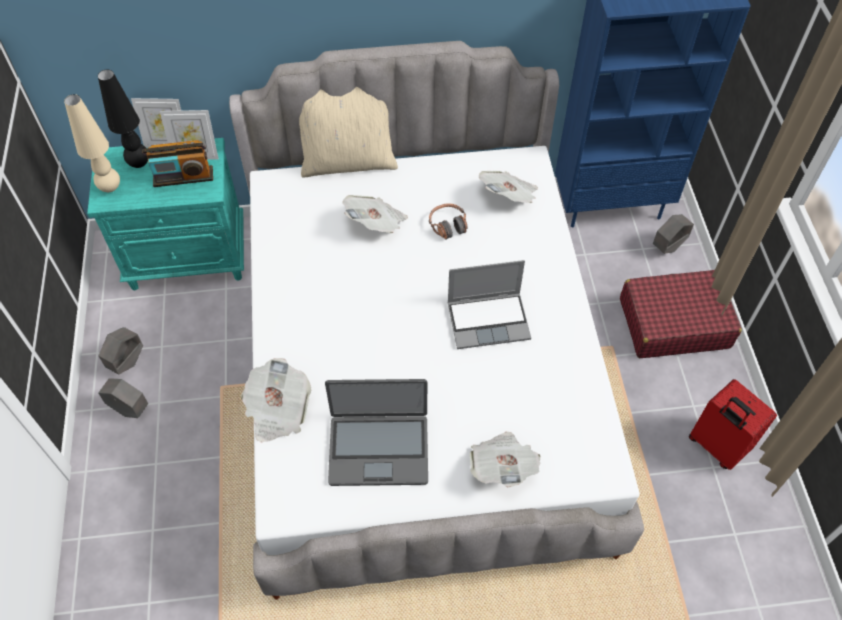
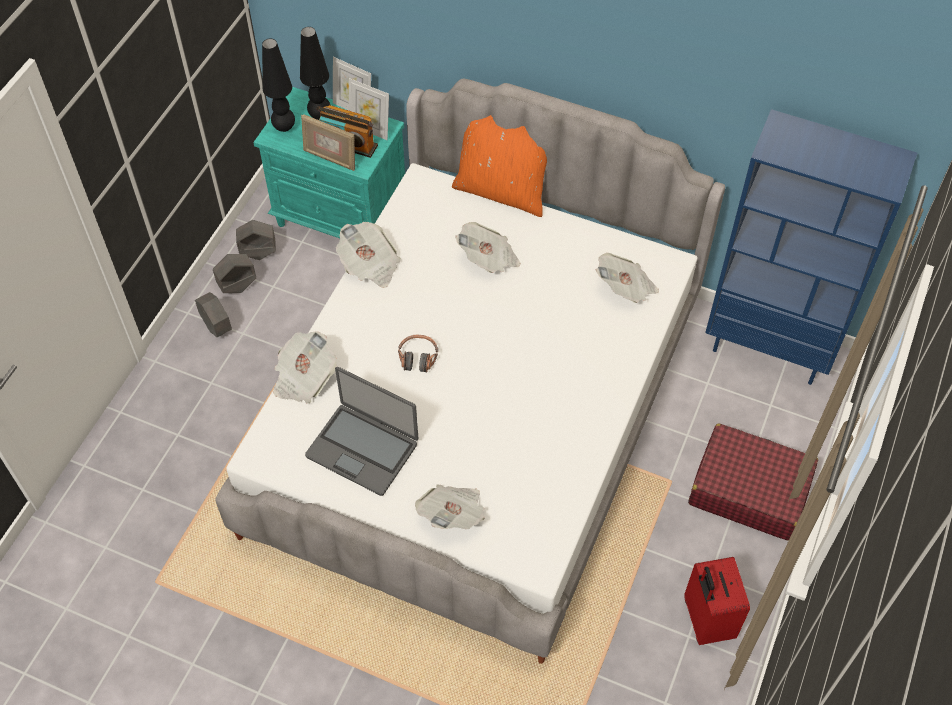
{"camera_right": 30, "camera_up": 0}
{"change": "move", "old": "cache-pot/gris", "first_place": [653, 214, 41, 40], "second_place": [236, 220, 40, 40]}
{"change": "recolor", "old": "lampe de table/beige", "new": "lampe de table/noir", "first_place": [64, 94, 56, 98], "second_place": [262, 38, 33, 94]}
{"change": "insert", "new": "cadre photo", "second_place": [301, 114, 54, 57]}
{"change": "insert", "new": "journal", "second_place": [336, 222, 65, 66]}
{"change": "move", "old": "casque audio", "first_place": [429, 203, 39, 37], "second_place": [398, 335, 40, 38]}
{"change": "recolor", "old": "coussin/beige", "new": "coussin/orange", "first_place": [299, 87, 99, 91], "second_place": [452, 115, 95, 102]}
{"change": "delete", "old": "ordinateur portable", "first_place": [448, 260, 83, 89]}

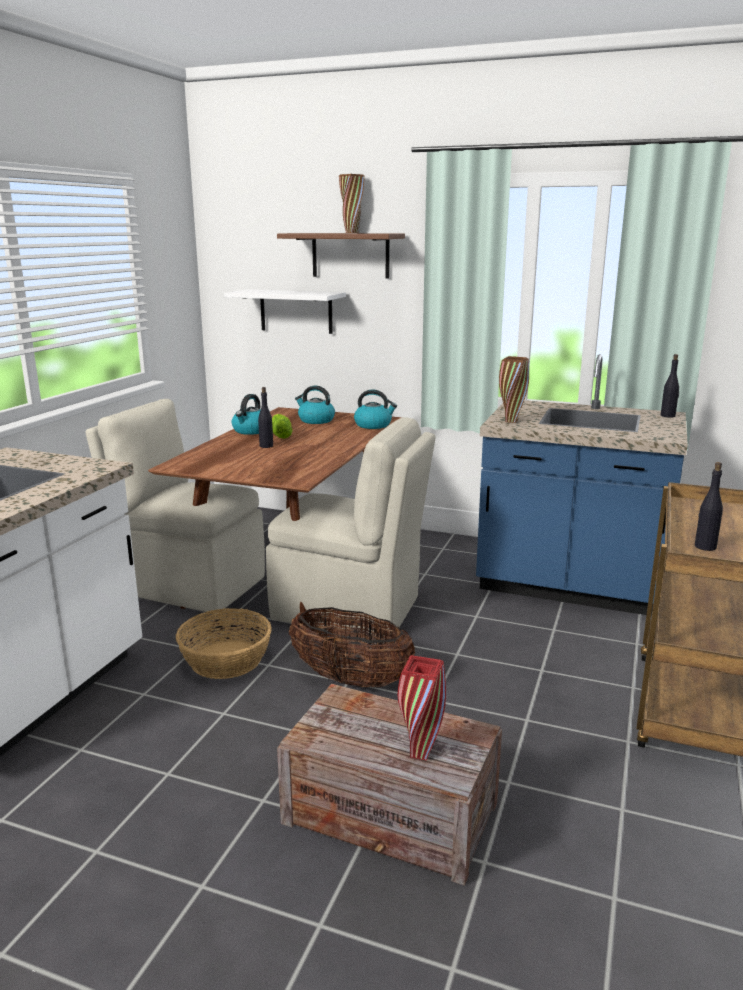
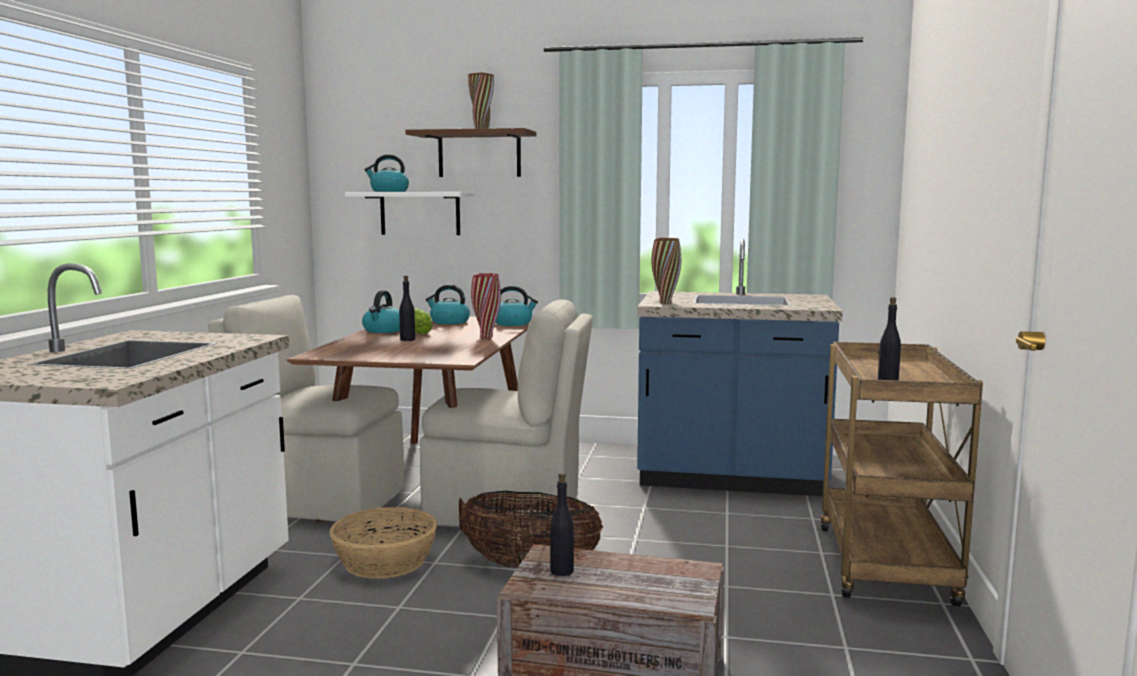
{"camera_right": -10, "camera_up": -10}
{"change": "insert", "new": "bouilloire", "second_place": [365, 155, 44, 37]}
{"change": "move", "old": "vase/rouge", "first_place": [398, 655, 48, 106], "second_place": [471, 273, 30, 65]}
{"change": "move", "old": "bouteille/noir", "first_place": [661, 354, 18, 64], "second_place": [550, 473, 25, 103]}

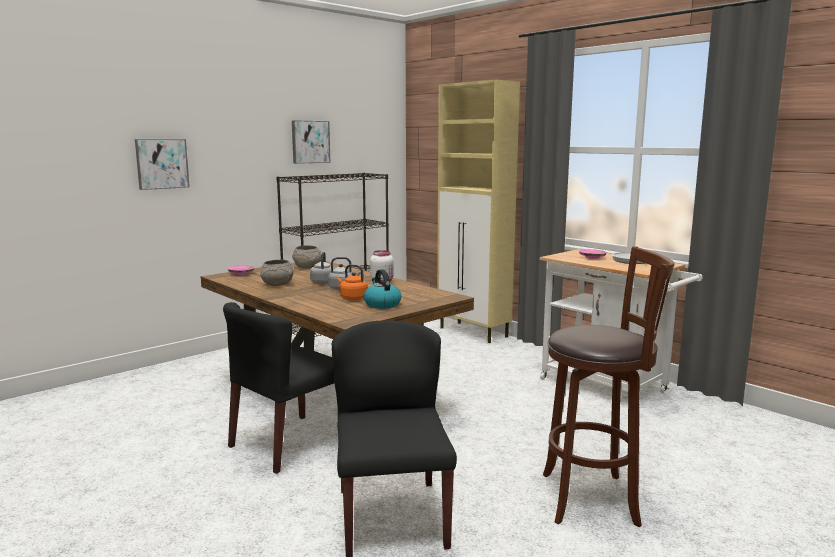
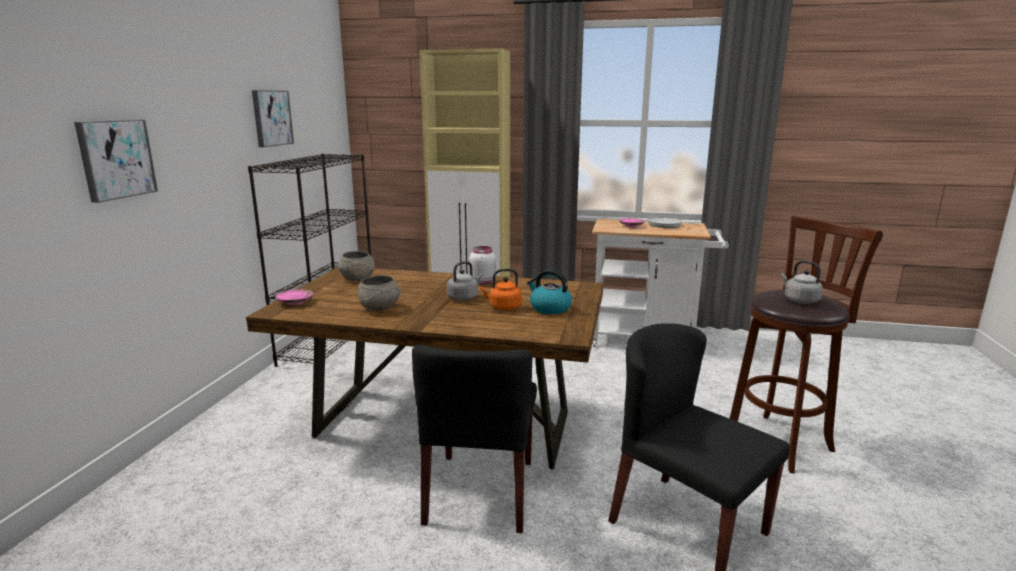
{"camera_right": -35, "camera_up": 5}
{"change": "move", "old": "bouilloire/gris", "first_place": [310, 252, 24, 32], "second_place": [781, 260, 42, 44]}

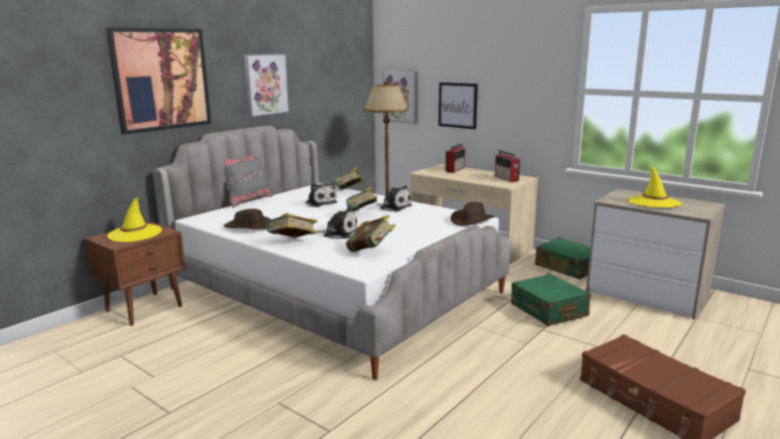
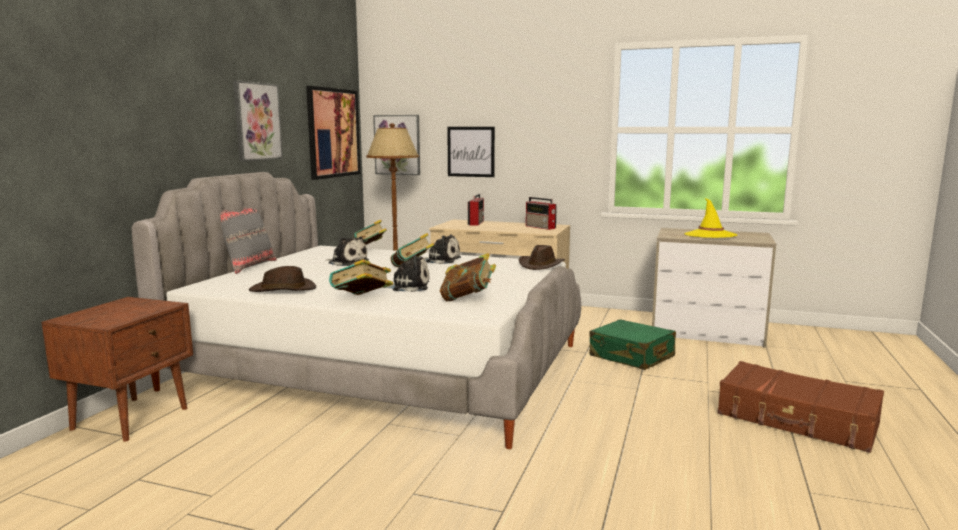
{"camera_right": -20, "camera_up": -5}
{"change": "move", "old": "tableau", "first_place": [106, 27, 105, 108], "second_place": [306, 86, 54, 94]}
{"change": "delete", "old": "chapeau/jaune", "first_place": [107, 197, 55, 45]}
{"change": "delete", "old": "valise/vert", "first_place": [535, 237, 55, 42]}

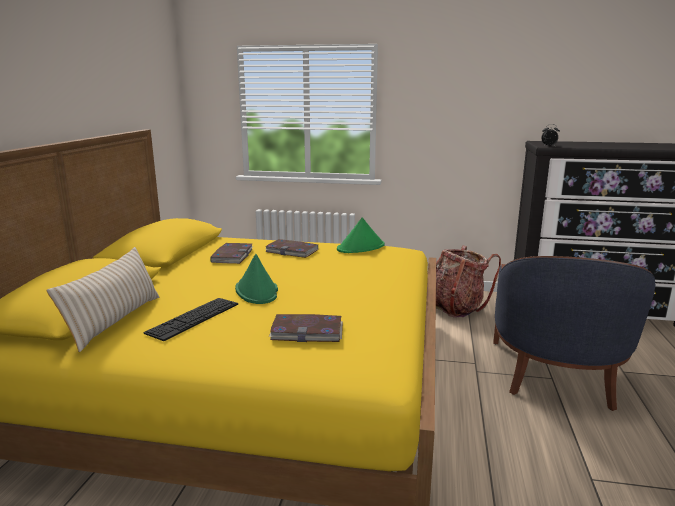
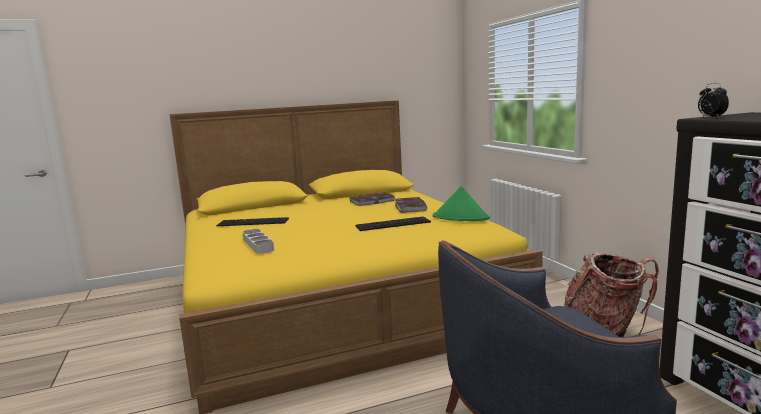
{"camera_right": 60, "camera_up": -5}
{"change": "replace", "old": "livre", "new": "plateau/gris", "first_place": [269, 314, 74, 28], "second_place": [243, 229, 31, 25]}
{"change": "insert", "new": "clavier", "second_place": [355, 216, 76, 15]}
{"change": "delete", "old": "coussin/beige", "first_place": [46, 247, 113, 105]}
{"change": "delete", "old": "chapeau/vert", "first_place": [235, 254, 43, 50]}

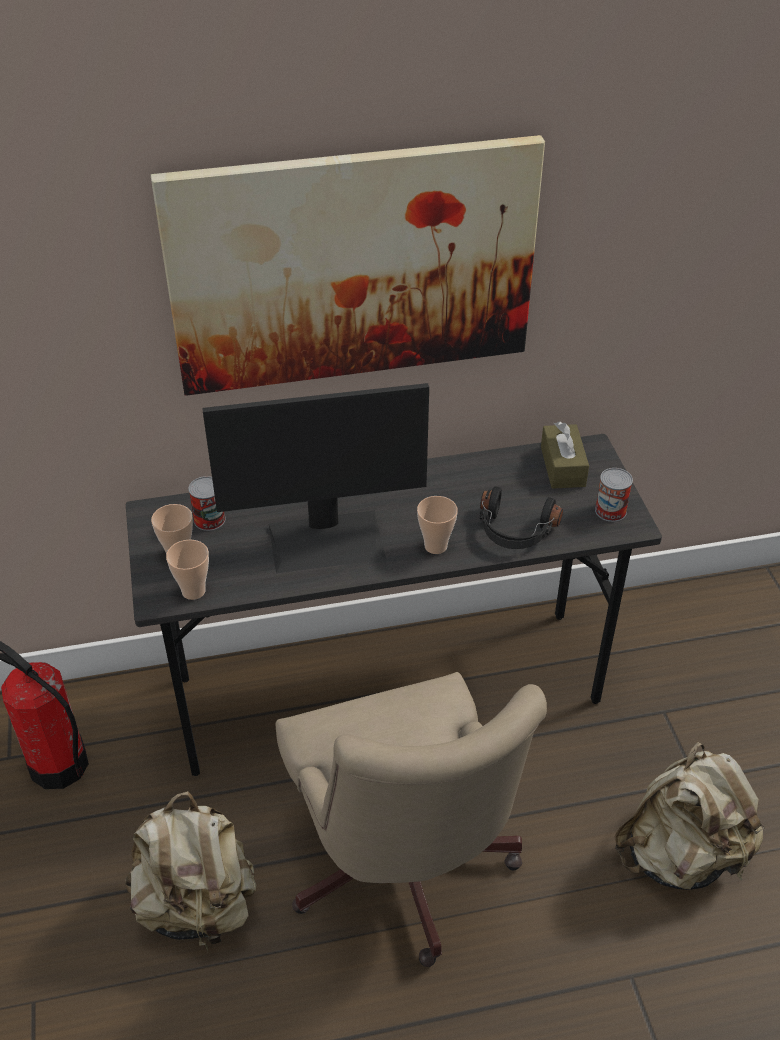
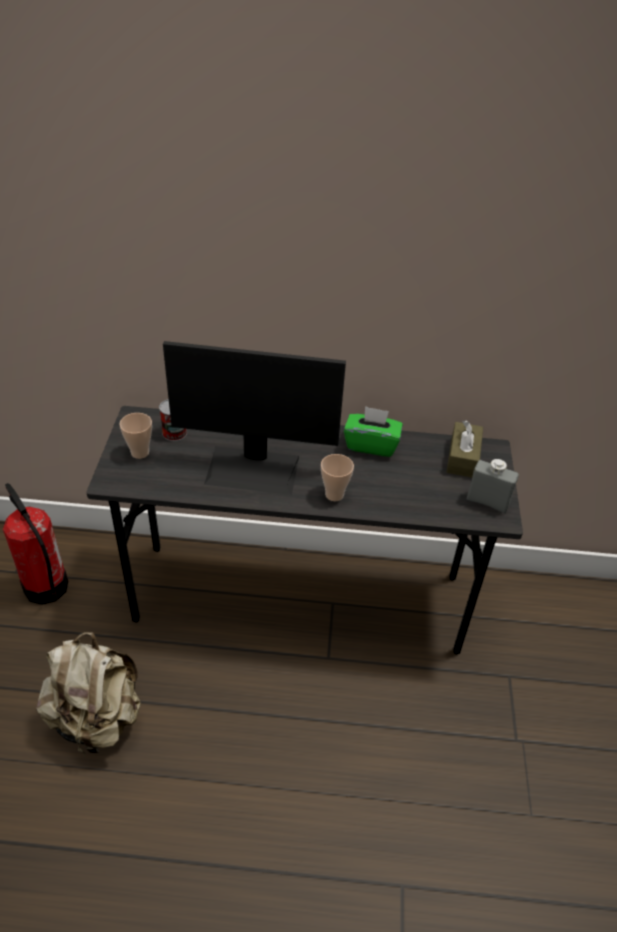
{"camera_right": 15, "camera_up": 0}
{"change": "insert", "new": "boîte à mouchoirs/vert", "second_place": [344, 406, 59, 51]}
{"change": "replace", "old": "boîte métallique", "new": "bouteille/gris", "first_place": [595, 468, 38, 54], "second_place": [467, 459, 52, 54]}
{"change": "delete", "old": "tableau", "first_place": [151, 135, 394, 261]}
{"change": "delete", "old": "tasse", "first_place": [166, 540, 43, 60]}
{"change": "delete", "old": "chaise de bureau/beige", "first_place": [276, 672, 271, 295]}
{"change": "delete", "old": "casque audio/noir", "first_place": [480, 486, 83, 63]}
{"change": "delete", "old": "sac à dos/beige", "first_place": [614, 742, 150, 148]}

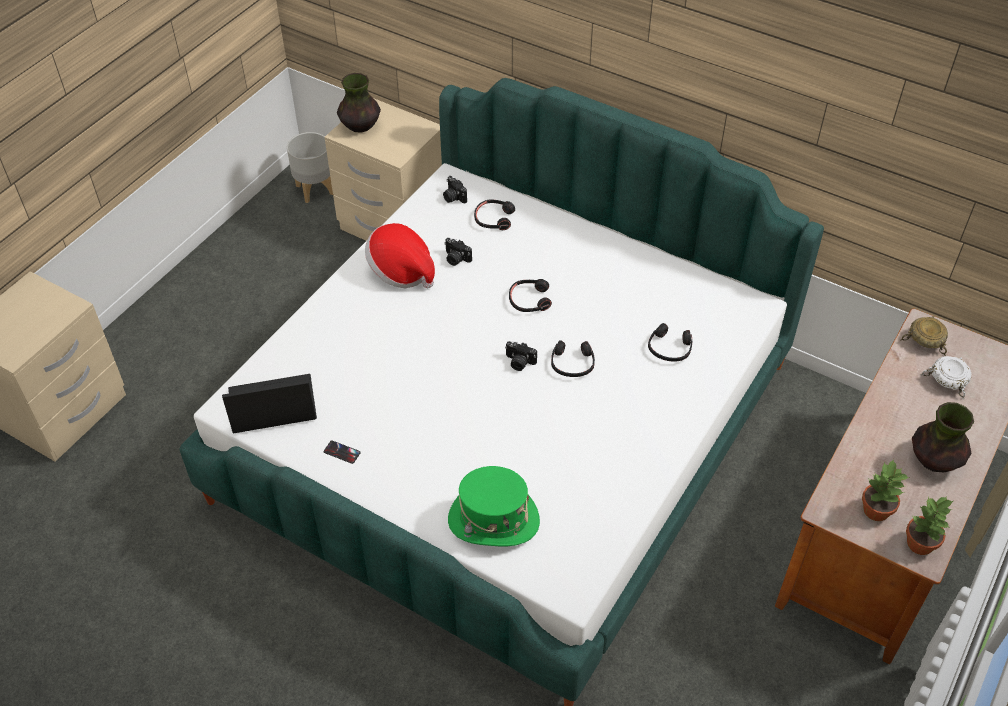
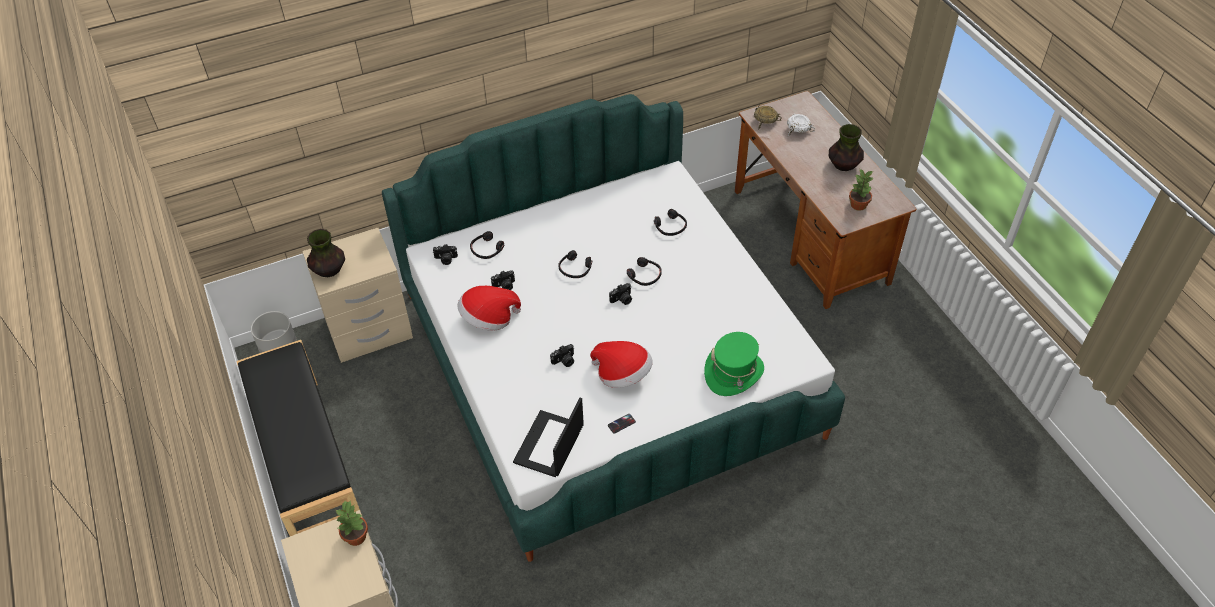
{"camera_right": -55, "camera_up": 0}
{"change": "insert", "new": "banc/noir", "second_place": [236, 340, 126, 196]}
{"change": "move", "old": "plante en pot", "first_place": [906, 496, 47, 59], "second_place": [336, 500, 32, 46]}
{"change": "insert", "new": "appareil photo", "second_place": [550, 344, 24, 23]}
{"change": "insert", "new": "chapeau", "second_place": [590, 341, 63, 47]}

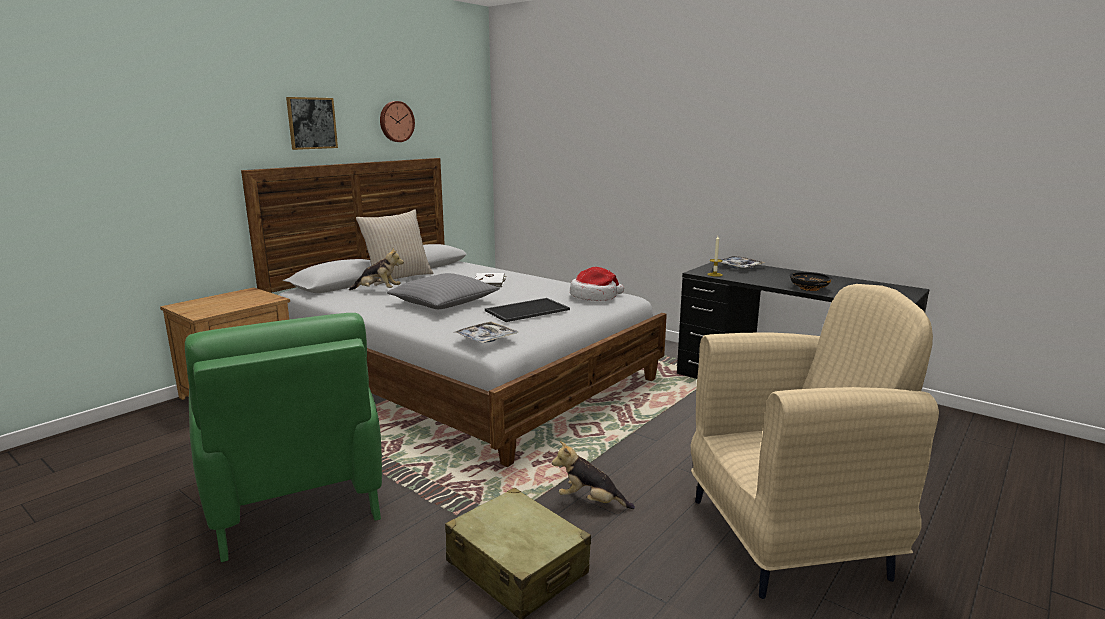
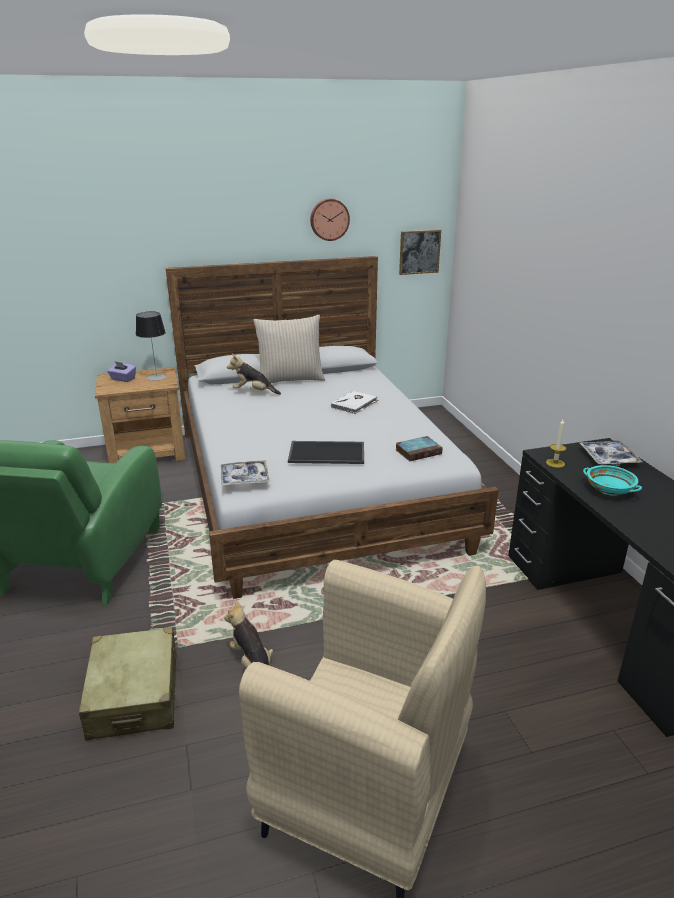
{"camera_right": 35, "camera_up": 10}
{"change": "insert", "new": "boîte à mouchoirs/violet", "second_place": [107, 361, 29, 21]}
{"change": "insert", "new": "lampe de table", "second_place": [136, 311, 30, 70]}
{"change": "rotate", "old": "peluche", "first_place": [349, 248, 55, 42], "second_place": [227, 353, 54, 42], "degrees": 150}
{"change": "replace", "old": "chapeau", "new": "livre", "first_place": [570, 267, 54, 34], "second_place": [396, 436, 47, 26]}
{"change": "move", "old": "tableau", "first_place": [286, 97, 52, 53], "second_place": [399, 229, 42, 46]}
{"change": "insert", "new": "bol/turquoise", "second_place": [583, 465, 59, 31]}
{"change": "delete", "old": "coussin/gris", "first_place": [387, 273, 113, 36]}
{"change": "delete", "old": "bol/noir", "first_place": [790, 272, 42, 19]}

